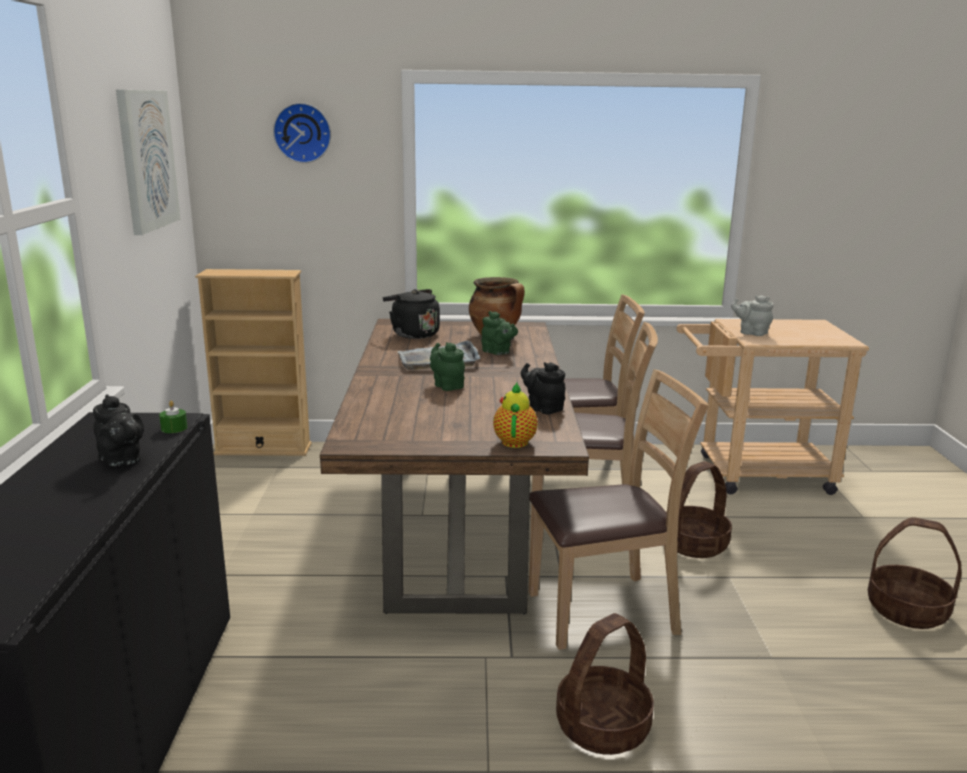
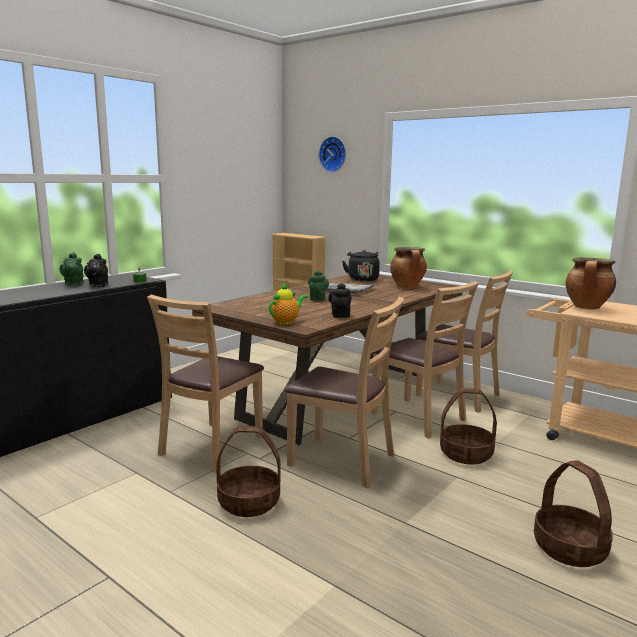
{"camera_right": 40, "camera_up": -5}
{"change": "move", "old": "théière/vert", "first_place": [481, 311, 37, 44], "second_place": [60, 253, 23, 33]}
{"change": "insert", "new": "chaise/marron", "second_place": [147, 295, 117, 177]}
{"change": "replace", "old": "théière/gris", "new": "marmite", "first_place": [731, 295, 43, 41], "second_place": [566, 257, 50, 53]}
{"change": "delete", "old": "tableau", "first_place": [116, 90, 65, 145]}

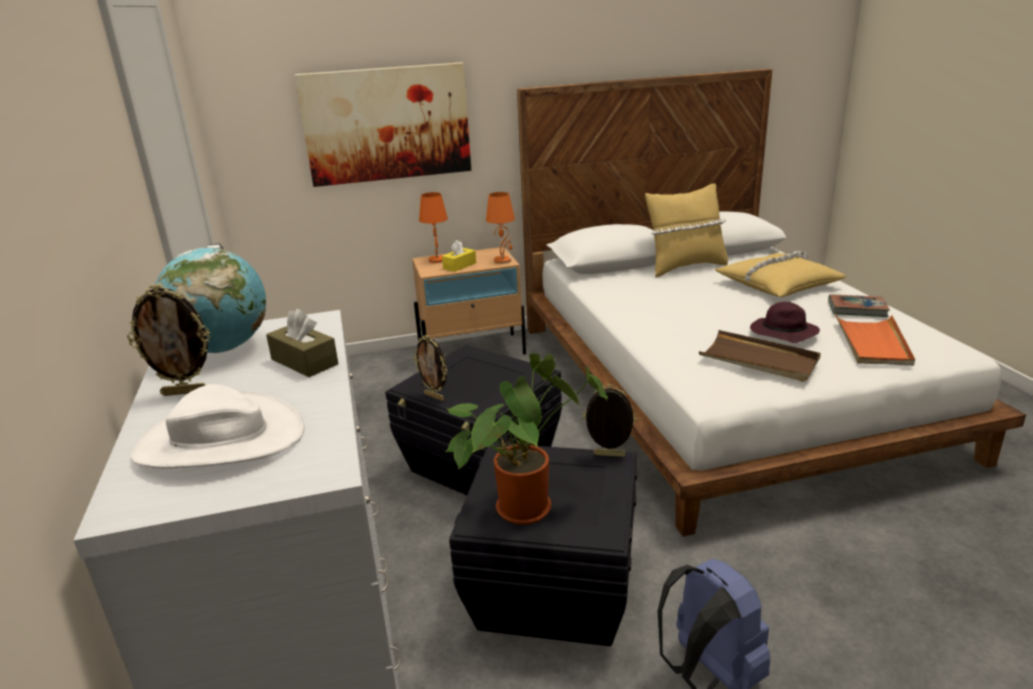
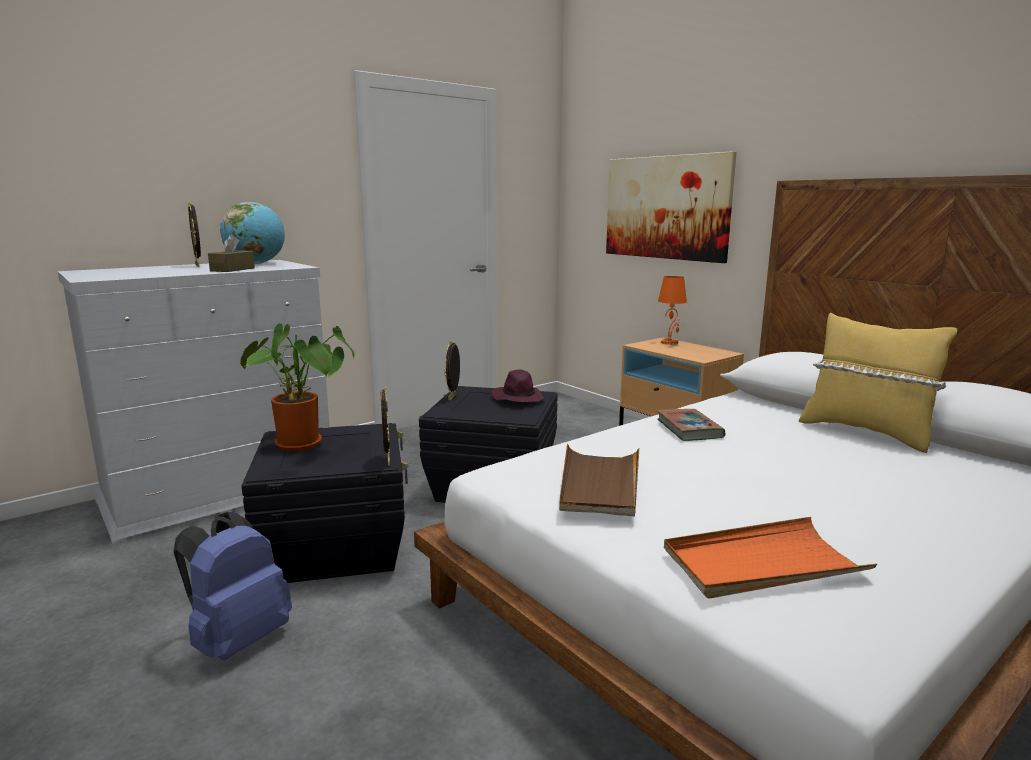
{"camera_right": 65, "camera_up": -10}
{"change": "move", "old": "chapeau/violet", "first_place": [750, 302, 70, 41], "second_place": [492, 370, 53, 32]}
{"change": "move", "old": "livre", "first_place": [828, 294, 62, 23], "second_place": [657, 409, 68, 32]}
{"change": "delete", "old": "chapeau/blanc", "first_place": [131, 384, 174, 84]}
{"change": "delete", "old": "boîte à mouchoirs/jaune", "first_place": [442, 240, 34, 32]}
{"change": "delete", "old": "lampe de table/orange", "first_place": [486, 192, 29, 72]}
{"change": "delete", "old": "coussin/jaune", "first_place": [715, 251, 131, 46]}

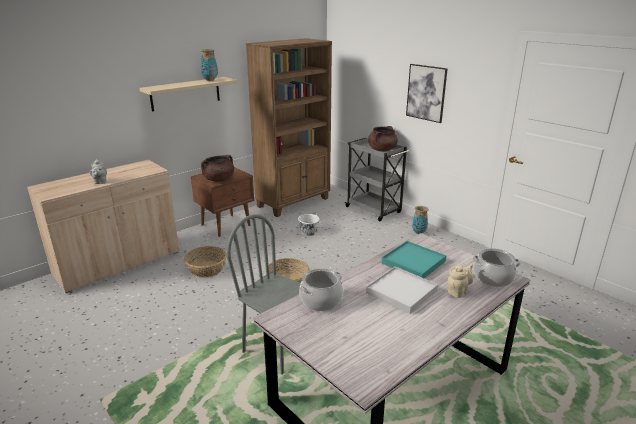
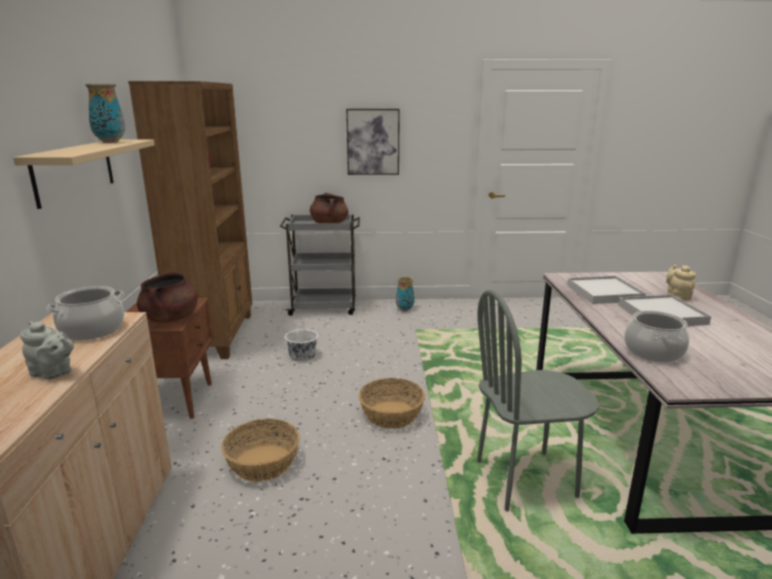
{"camera_right": -50, "camera_up": -5}
{"change": "move", "old": "marmite", "first_place": [473, 248, 48, 39], "second_place": [47, 286, 77, 54]}
{"change": "recolor", "old": "plateau/turquoise", "new": "plateau/blanc", "first_place": [382, 241, 64, 37], "second_place": [567, 276, 79, 28]}

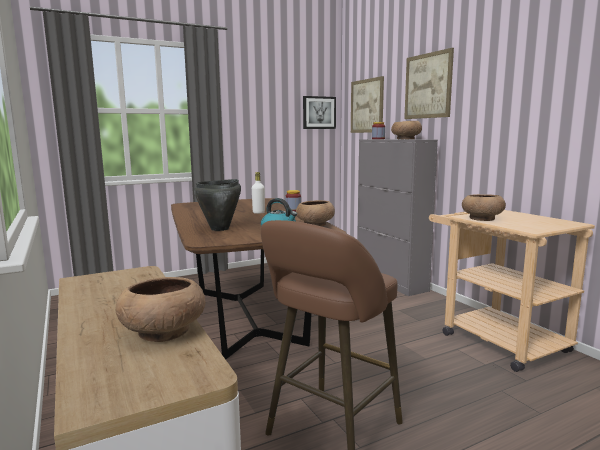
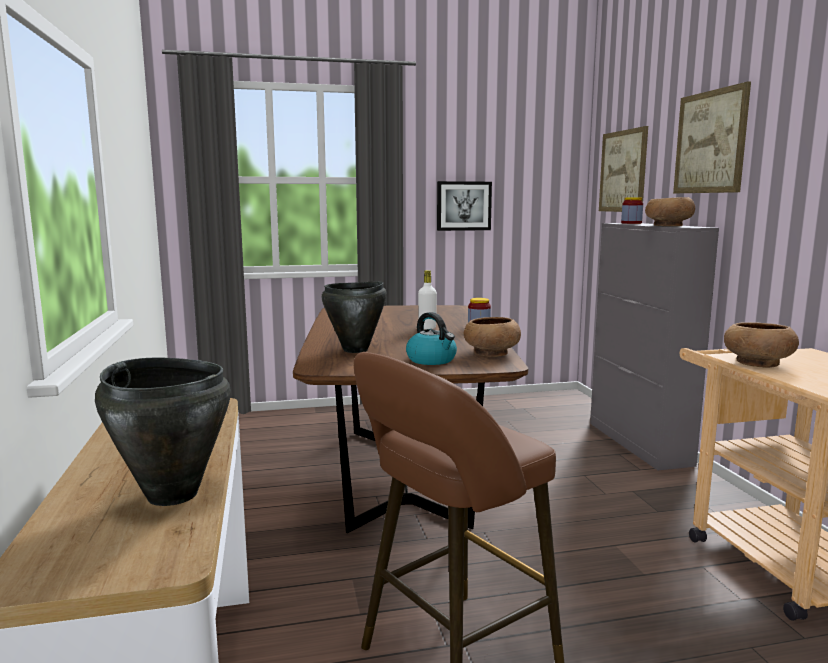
{"camera_right": 15, "camera_up": 0}
{"change": "replace", "old": "bol/marron", "new": "marmite/noir", "first_place": [116, 277, 90, 65], "second_place": [95, 358, 136, 148]}
{"change": "move", "old": "tableau", "first_place": [303, 96, 33, 33], "second_place": [437, 181, 55, 50]}

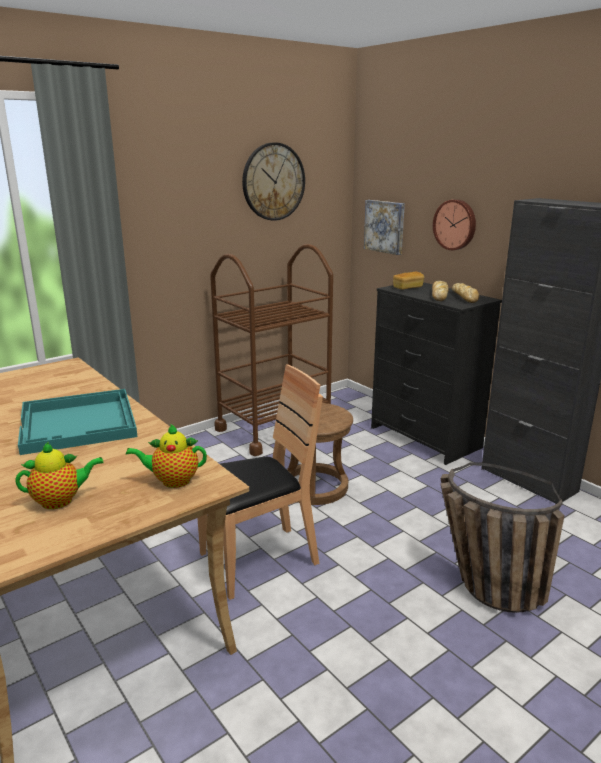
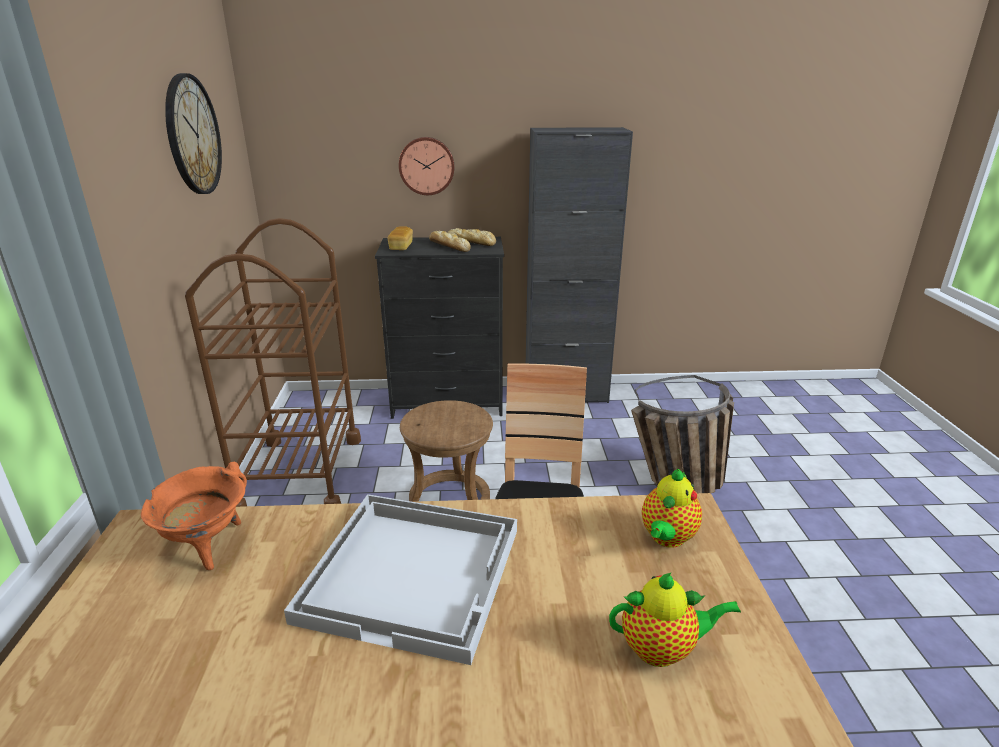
{"camera_right": -55, "camera_up": 5}
{"change": "insert", "new": "marmite/orange", "second_place": [141, 462, 106, 108]}
{"change": "recolor", "old": "plateau/turquoise", "new": "plateau/blanc", "first_place": [18, 389, 120, 66], "second_place": [284, 494, 233, 171]}
{"change": "rotate", "old": "théière", "first_place": [15, 441, 88, 68], "second_place": [609, 572, 132, 95], "degrees": 75}
{"change": "delete", "old": "tableau", "first_place": [364, 200, 41, 55]}

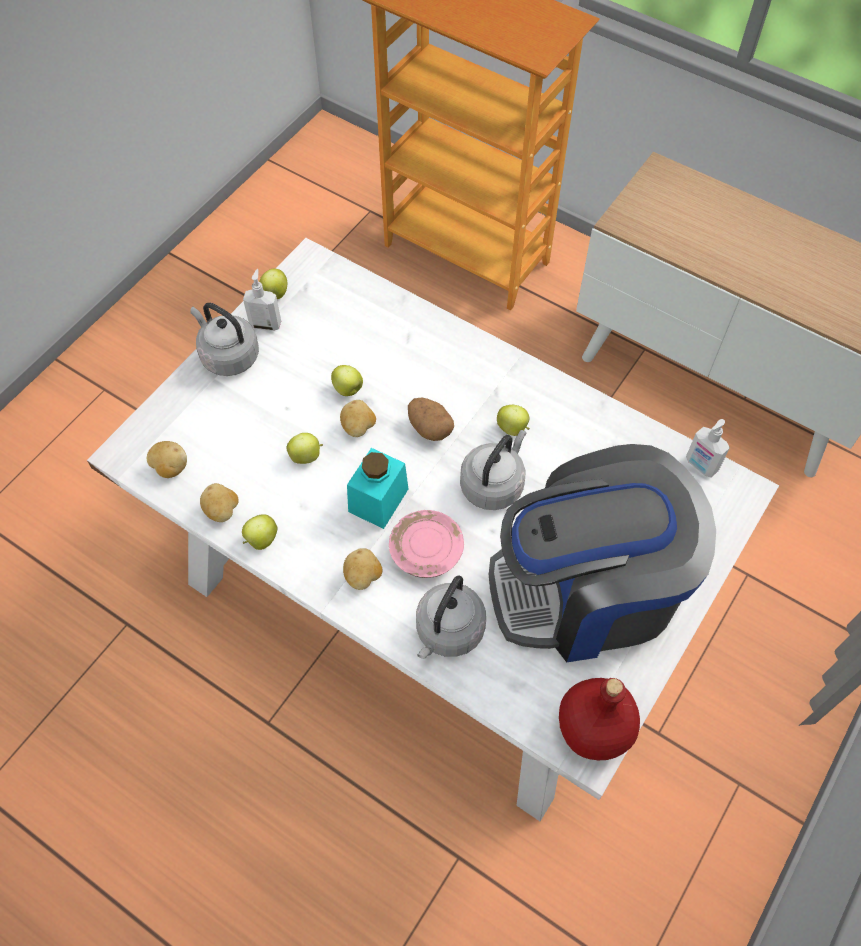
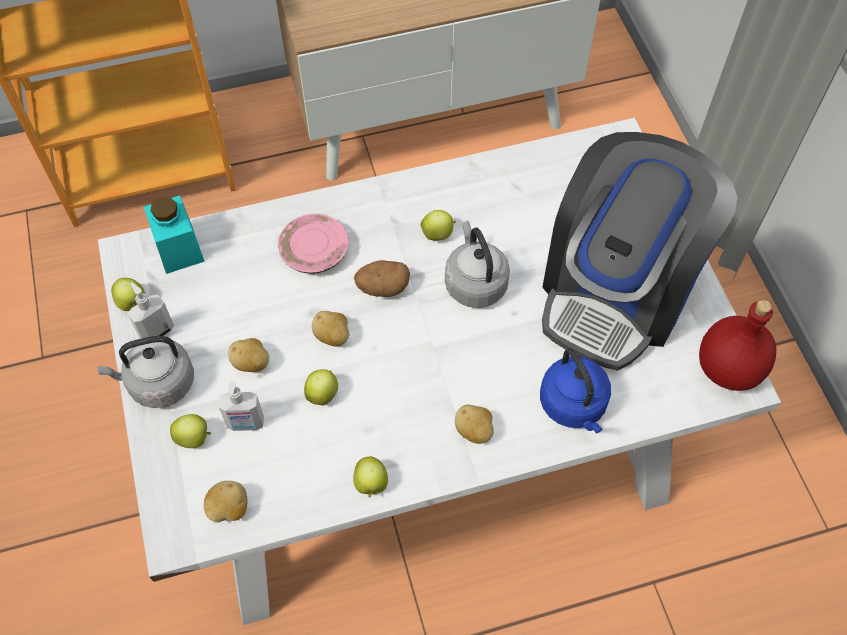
{"camera_right": -50, "camera_up": 0}
{"change": "move", "old": "bocal/turquoise", "first_place": [347, 448, 61, 81], "second_place": [144, 195, 61, 79]}
{"change": "move", "old": "pomme", "first_place": [331, 365, 32, 31], "second_place": [170, 414, 41, 34]}
{"change": "move", "old": "distributeur de savon", "first_place": [686, 419, 44, 58], "second_place": [219, 380, 45, 51]}
{"change": "move", "old": "pomme de terre", "first_place": [200, 483, 39, 39], "second_place": [228, 338, 41, 34]}
{"change": "move", "old": "assiette/rose", "first_place": [389, 510, 75, 68], "second_place": [278, 214, 71, 60]}
{"change": "recolor", "old": "bouilloire/gris", "new": "bouilloire/bleu", "first_place": [416, 576, 70, 83], "second_place": [540, 348, 71, 86]}

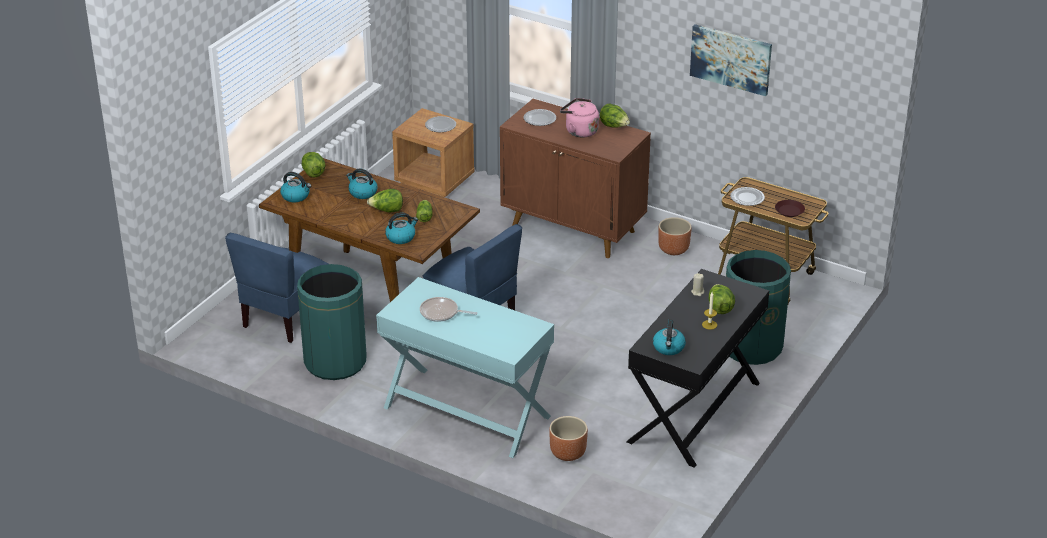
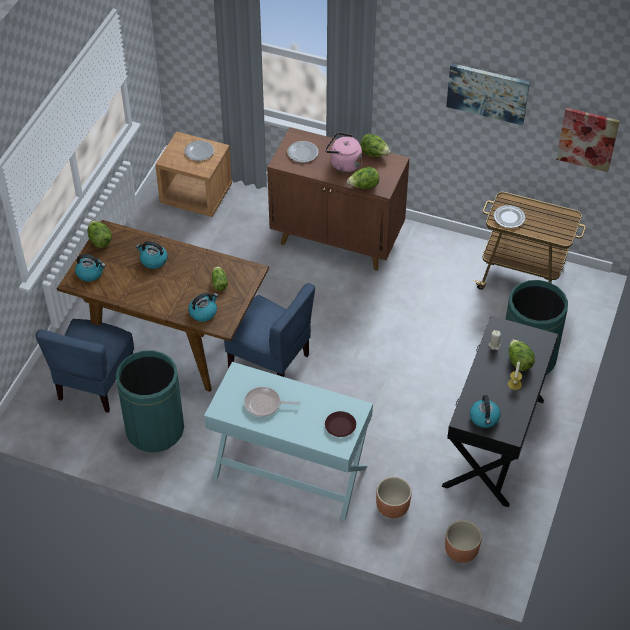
{"camera_right": -10, "camera_up": 15}
{"change": "move", "old": "assiette/marron", "first_place": [775, 200, 30, 17], "second_place": [325, 411, 31, 26]}
{"change": "move", "old": "laitue", "first_place": [367, 189, 36, 23], "second_place": [347, 167, 32, 22]}
{"change": "move", "old": "cache-pot/marron", "first_place": [658, 217, 33, 38], "second_place": [445, 520, 37, 43]}
{"change": "insert", "new": "tableau", "second_place": [556, 108, 64, 64]}

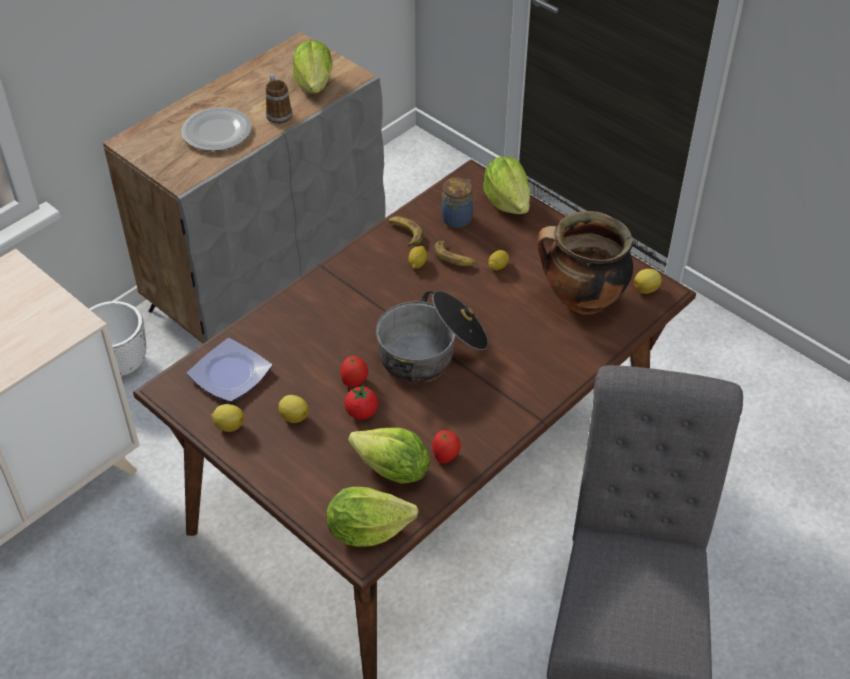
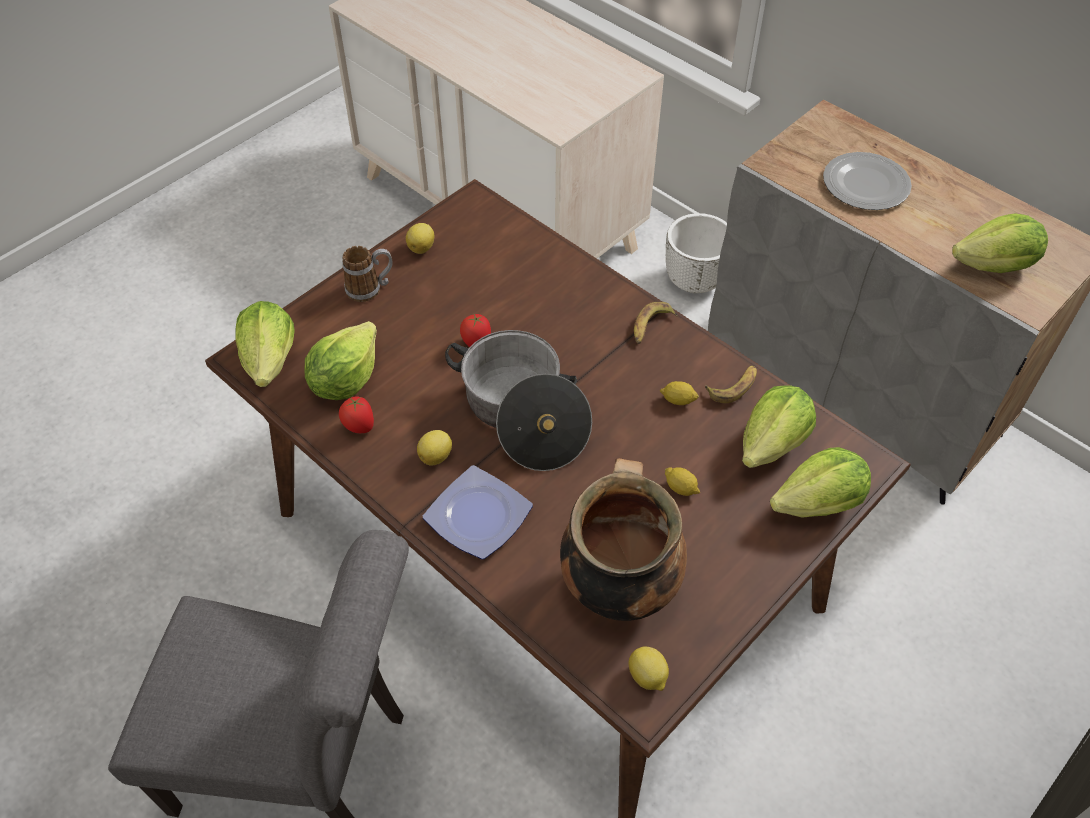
{"camera_right": 90, "camera_up": 5}
{"change": "move", "old": "mug", "first_place": [265, 74, 27, 50], "second_place": [342, 246, 50, 56]}
{"change": "move", "old": "citron", "first_place": [279, 395, 30, 28], "second_place": [417, 430, 35, 36]}
{"change": "move", "old": "assiette", "first_place": [187, 338, 85, 64], "second_place": [423, 465, 110, 94]}
{"change": "move", "old": "banane", "first_place": [434, 240, 42, 26], "second_place": [634, 302, 43, 42]}
{"change": "replace", "old": "bocal", "new": "laitue", "first_place": [441, 178, 32, 50], "second_place": [742, 386, 74, 82]}
{"change": "delete", "old": "tomate", "first_place": [344, 384, 34, 35]}

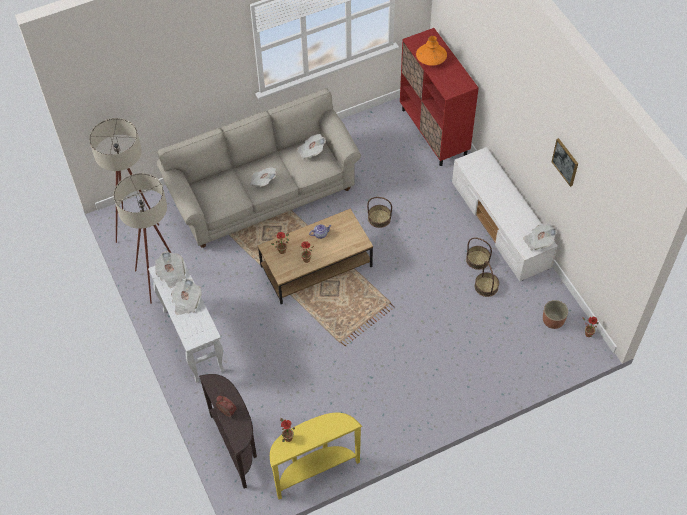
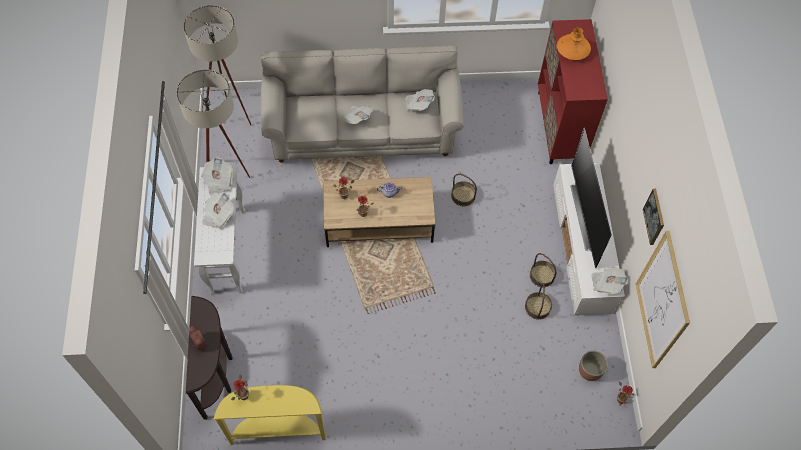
{"camera_right": 20, "camera_up": 5}
{"change": "insert", "new": "téléviseur", "second_place": [571, 128, 41, 140]}
{"change": "insert", "new": "tableau", "second_place": [636, 231, 54, 137]}

